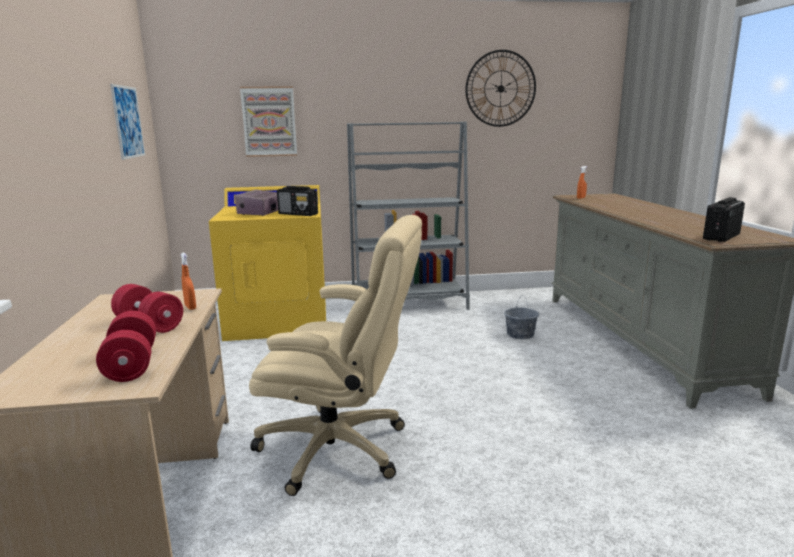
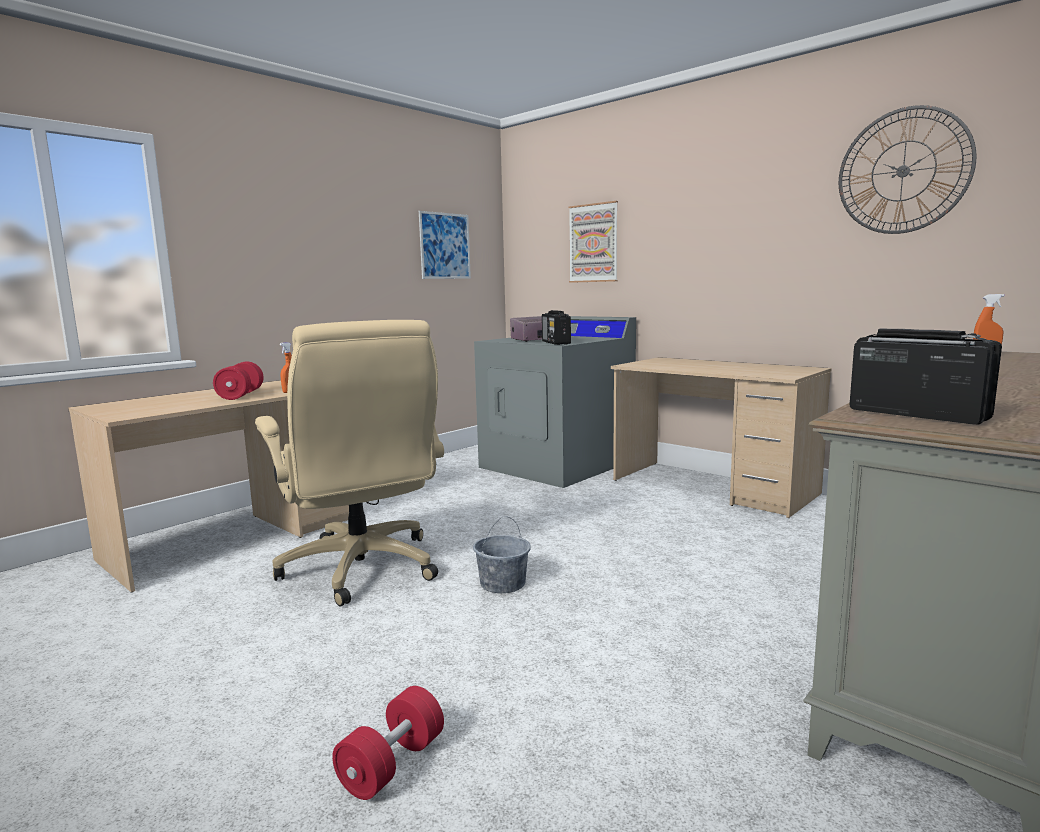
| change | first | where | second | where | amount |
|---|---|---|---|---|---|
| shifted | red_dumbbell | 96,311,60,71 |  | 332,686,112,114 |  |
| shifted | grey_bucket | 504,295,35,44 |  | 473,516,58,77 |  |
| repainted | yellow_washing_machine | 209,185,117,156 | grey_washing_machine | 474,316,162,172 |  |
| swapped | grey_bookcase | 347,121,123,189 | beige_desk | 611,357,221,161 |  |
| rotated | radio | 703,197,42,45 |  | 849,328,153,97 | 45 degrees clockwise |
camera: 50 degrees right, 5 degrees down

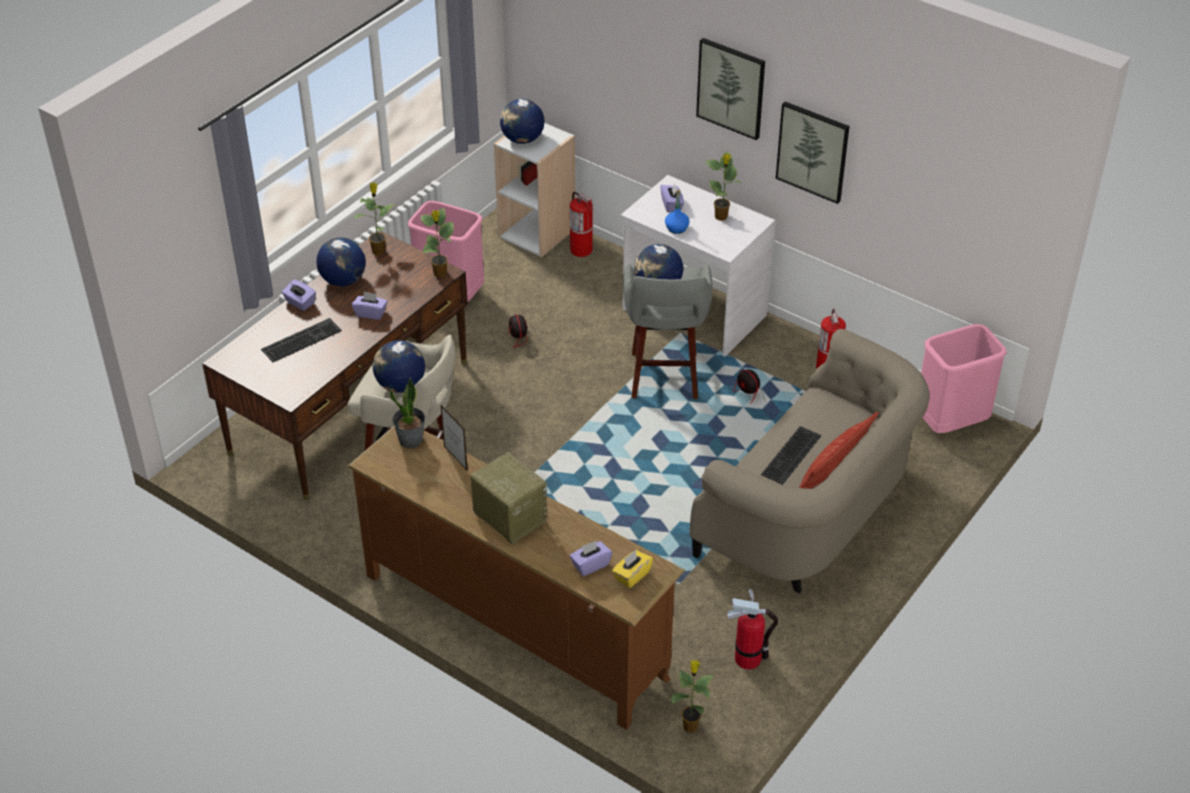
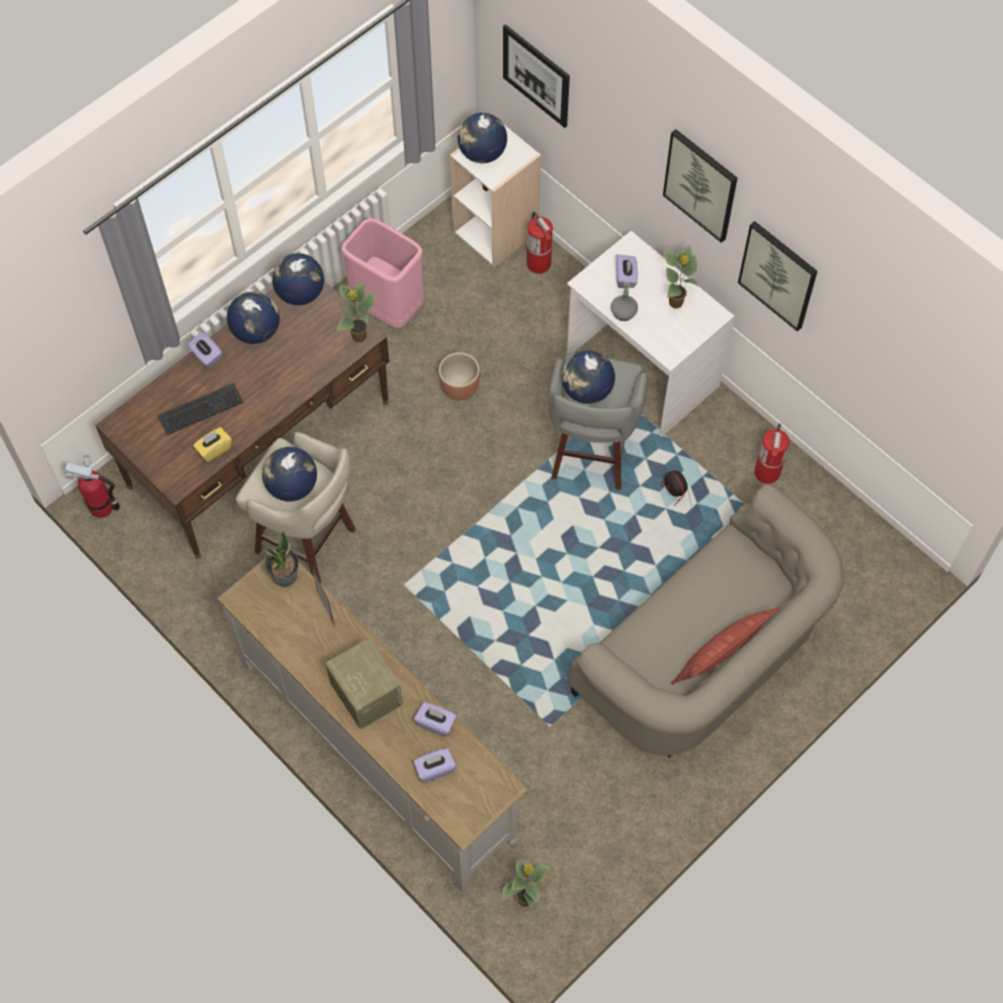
| change | first | where | second | where | amount |
|---|---|---|---|---|---|
| shifted | fire_extinguisher | 728,589,50,80 |  | 65,455,55,63 |  |
| shifted | yellow_tissue_box | 612,550,41,38 |  | 193,427,39,35 |  |
| repainted | brown_cabinet | 348,426,337,304 | grey_cabinet | 217,558,311,334 |  |
| swapped | potted_plant | 354,182,42,73 | globe | 272,253,52,52 |  |
| shifted | purple_tissue_box | 352,292,35,28 |  | 414,702,43,35 |  |
| swapped | fan | 508,314,70,46 | brown_planter | 439,352,41,48 |  |
| new |  |  | picture | 503,24,67,104 |  |
| repainted | blue_bottle | 665,190,25,44 | grey_bottle | 611,282,27,39 |  |
| gone | keyboard | 761,426,60,59 |  |  |  |
| gone | pink_trash_can | 921,324,86,109 |  |  |  |
camera: 10 degrees right, 20 degrees up

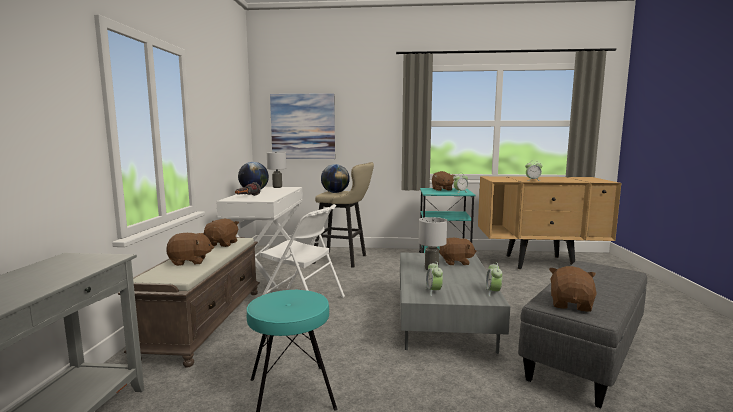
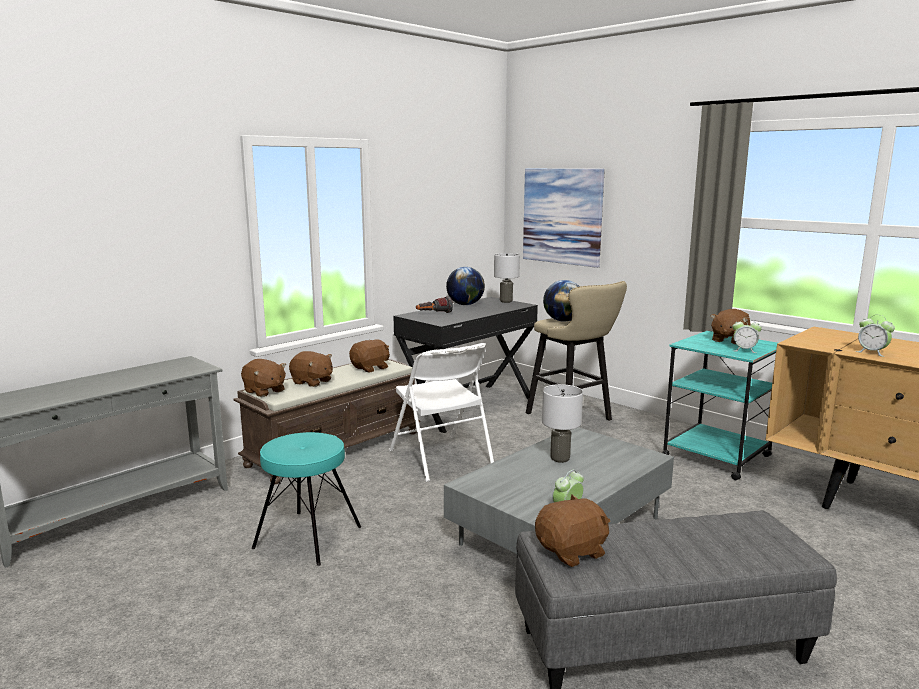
| change | first | where | second | where | amount |
|---|---|---|---|---|---|
| shifted | brown_plush_toy | 439,238,38,27 |  | 241,359,45,38 |  |
| repainted | white_desk | 216,187,87,101 | black_desk | 393,297,145,136 |  |
| gone | alarm_clock | 425,261,18,35 |  |  |  |
camera: 40 degrees right, 5 degrees up

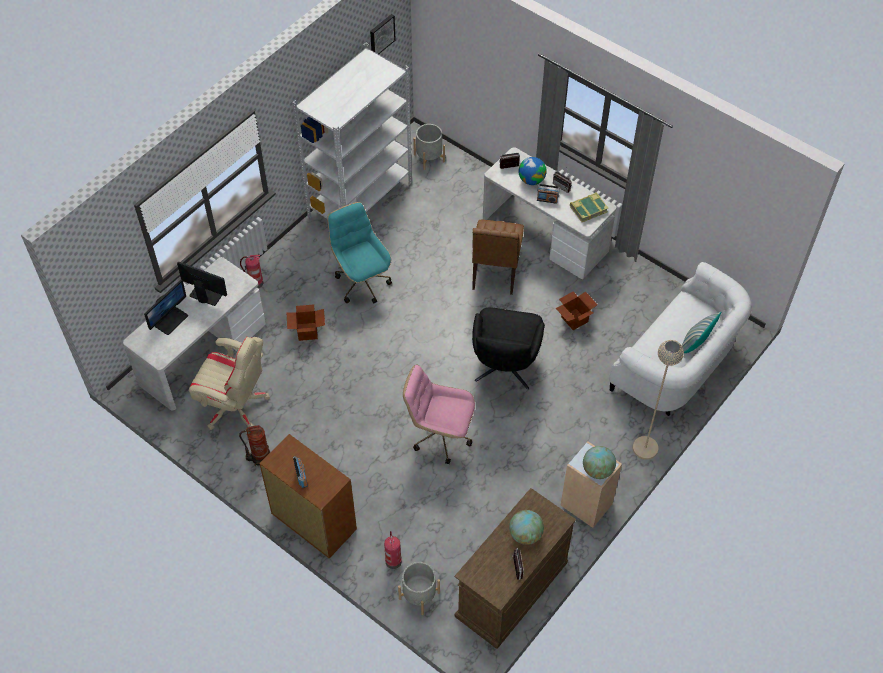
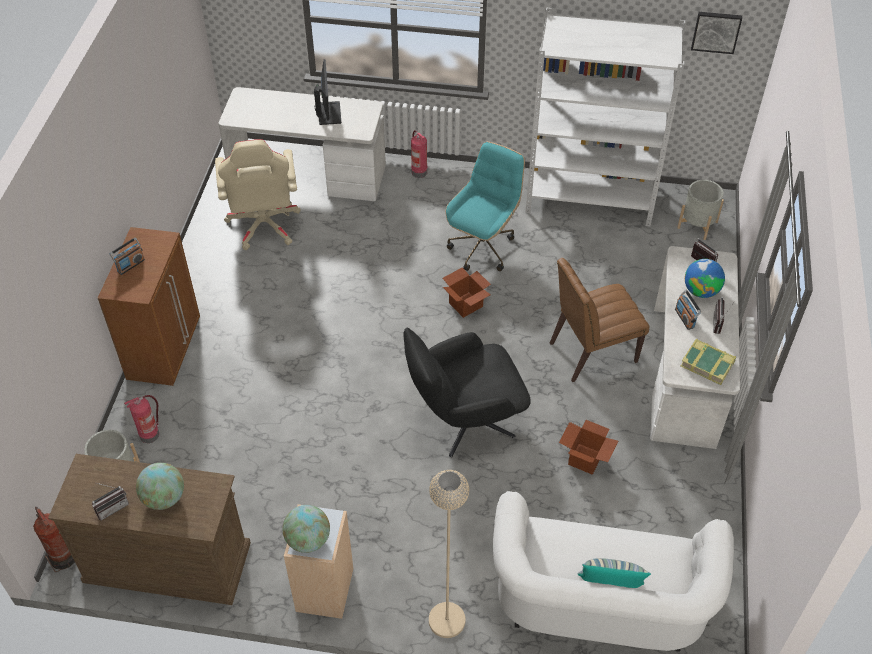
| change | first | where | second | where | amount |
|---|---|---|---|---|---|
| shifted | fire_extinguisher | 239,425,31,41 |  | 33,507,42,65 |  |
| shifted | cardboard_box | 287,304,38,37 |  | 443,267,48,51 |  |
| gone | monitor | 144,279,44,56 |  |  |  |
| gone | pink_office_chair | 403,364,72,100 |  |  |  |
camera: 60 degrees right, 5 degrees down

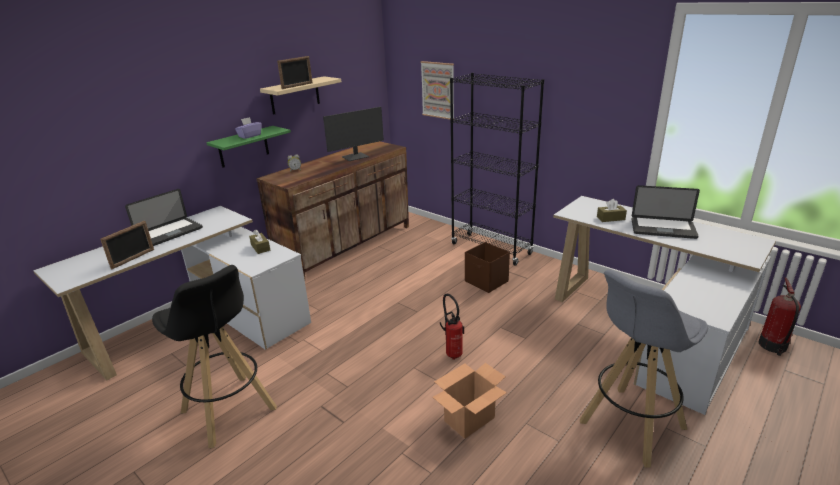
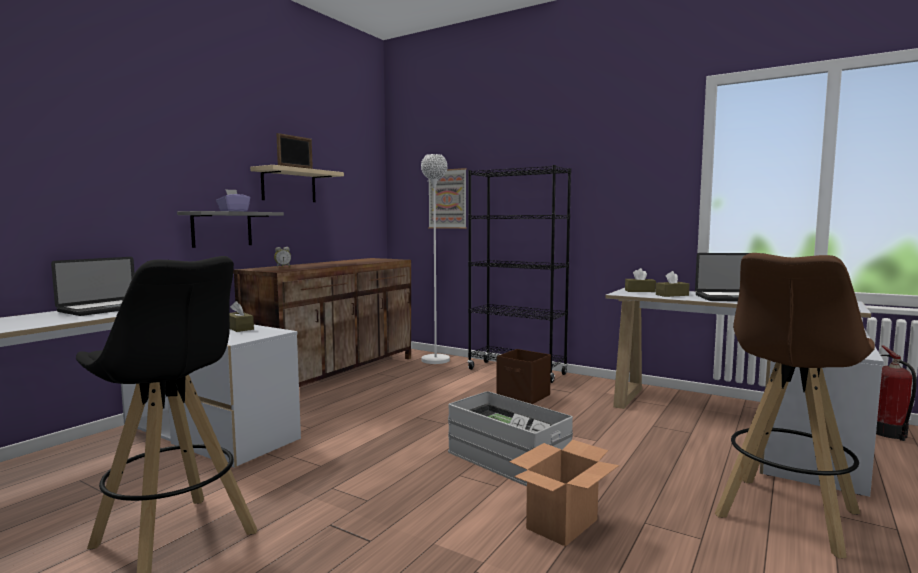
| change | first | where | second | where | amount |
|---|---|---|---|---|---|
| repainted | green_shelf | 206,126,85,42 | grey_shelf | 177,211,107,37 |  |
| new |  |  | white_floor_lamp | 421,154,29,210 |  |
| swapped | fire_extinguisher | 440,294,24,66 | grey_storage_box | 448,391,125,96 |  |
| new |  |  | brown_tissue_box | 625,268,31,24 |  |
| repainted | grey_stool | 580,270,128,198 | brown_stool | 715,253,160,306 |  |
| gone | picture_frame | 100,221,54,48 |  |  |  |
| gone | monitor | 323,107,61,54 |  |  |  |
camera: 10 degrees left, 20 degrees down

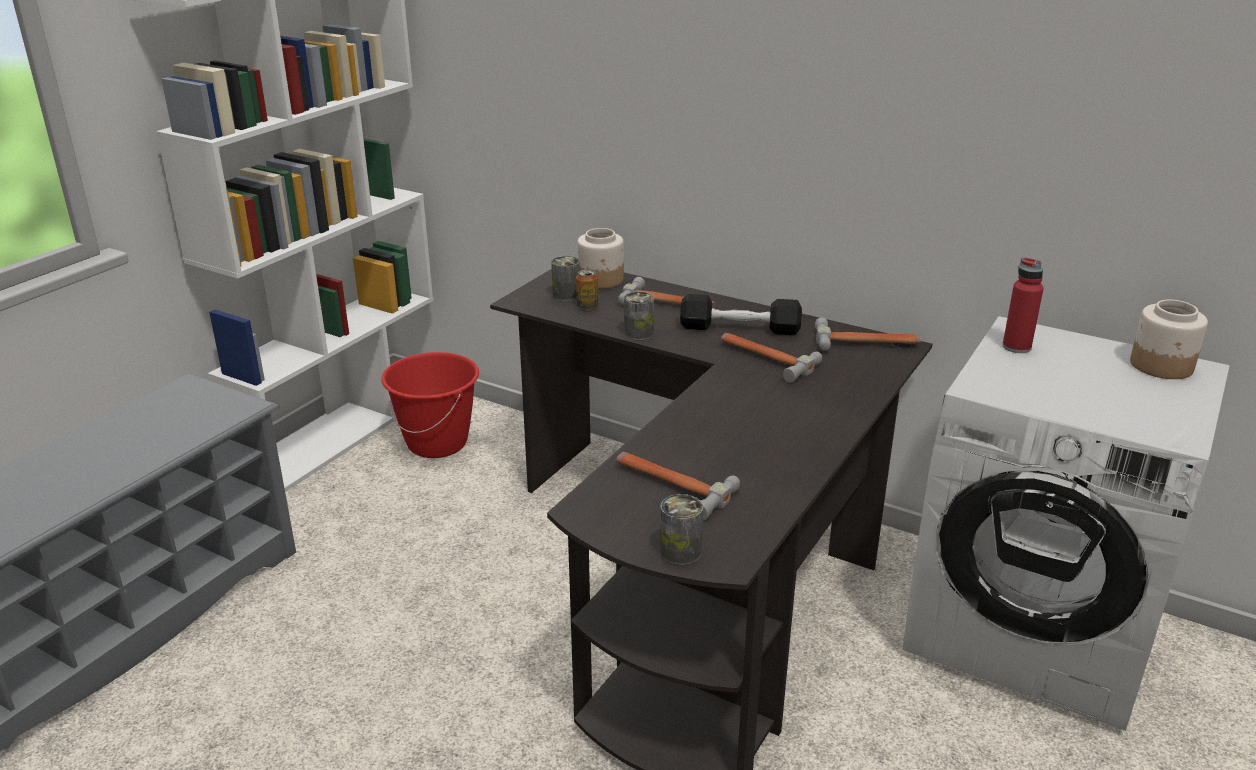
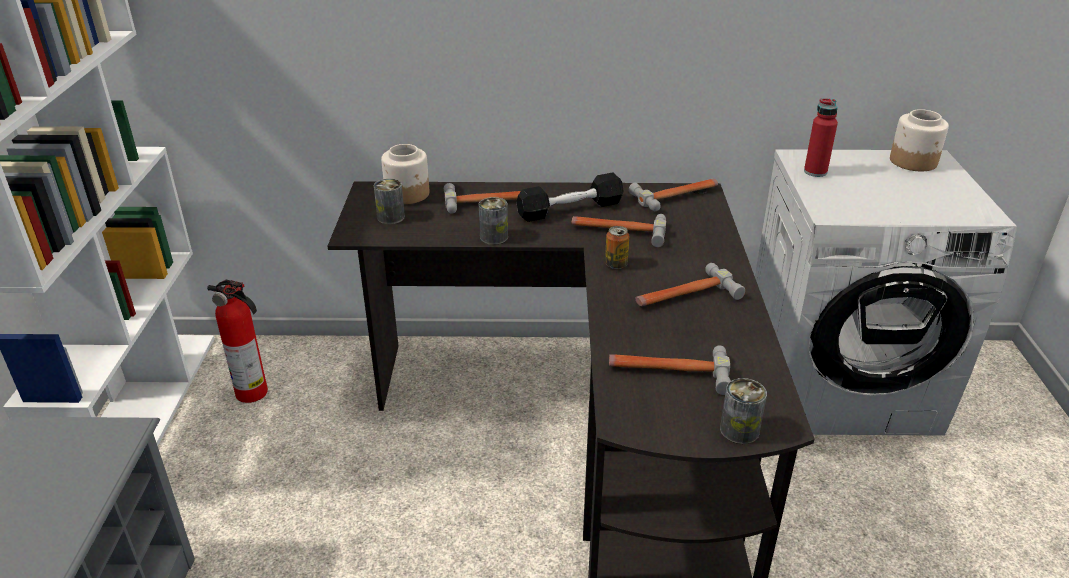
| change | first | where | second | where | amount |
|---|---|---|---|---|---|
| swapped | red_bucket | 381,352,98,106 | fire_extinguisher | 207,280,61,123 |  |
| shifted | can | 576,269,22,41 |  | 605,226,24,43 |  |
| new |  |  | hammer | 635,263,110,43 |  |
camera: 30 degrees left, 5 degrees up

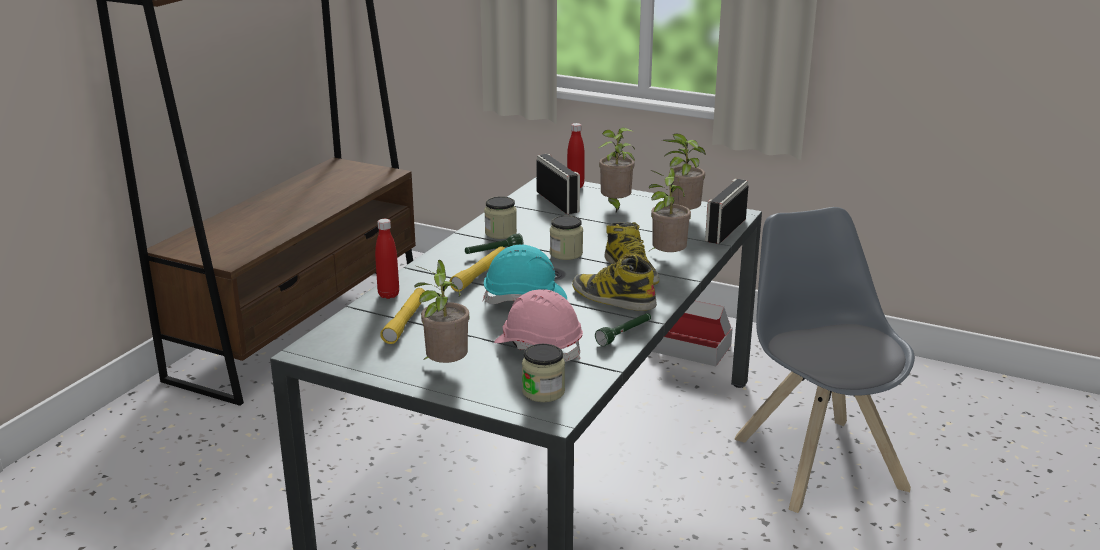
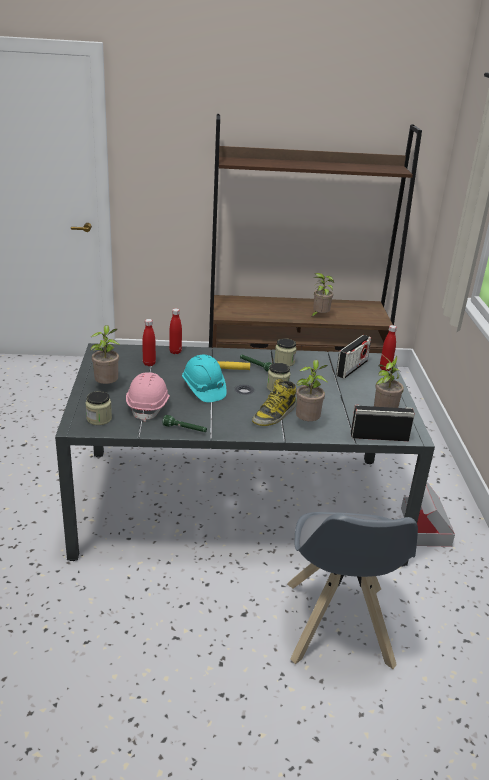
| change | first | where | second | where | amount |
|---|---|---|---|---|---|
| swapped | yellow_flashlight | 380,288,45,56 | red_bottle | 142,319,14,47 |  |
| rotated | grey_chair | 734,207,181,306 |  | 287,512,131,157 | 135 degrees clockwise |
| shifted | potted_plant | 599,127,36,85 |  | 310,273,24,45 |  |
| gone | boot | 572,254,85,57 |  |  |  |
camera: 60 degrees right, 5 degrees up

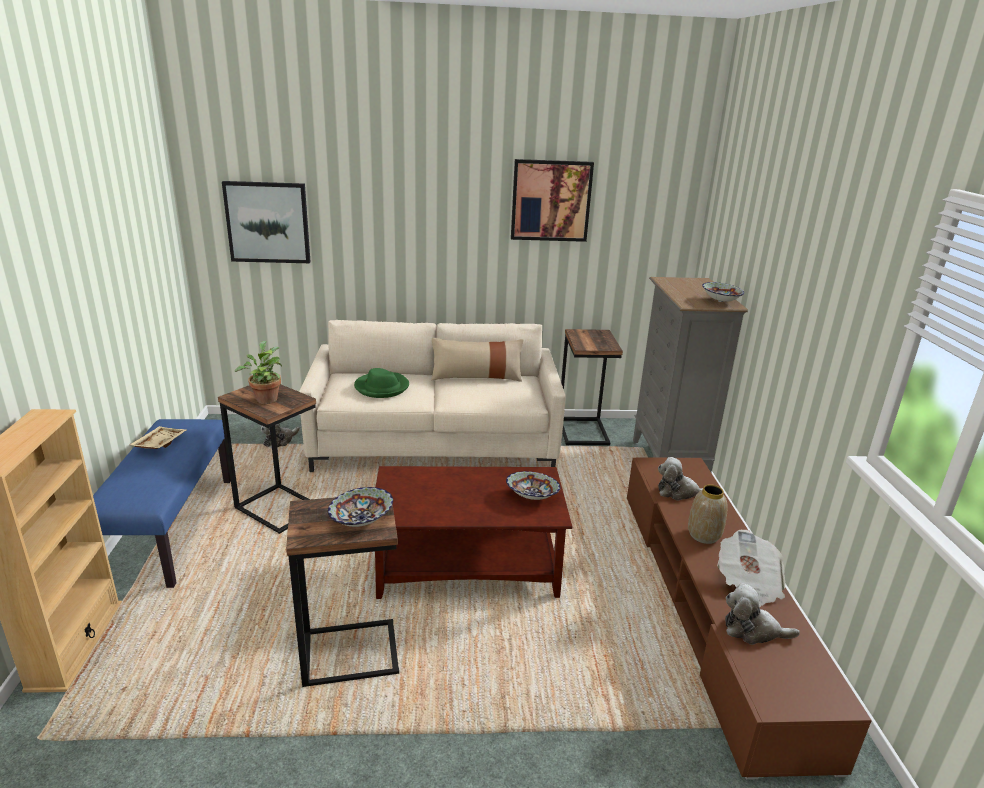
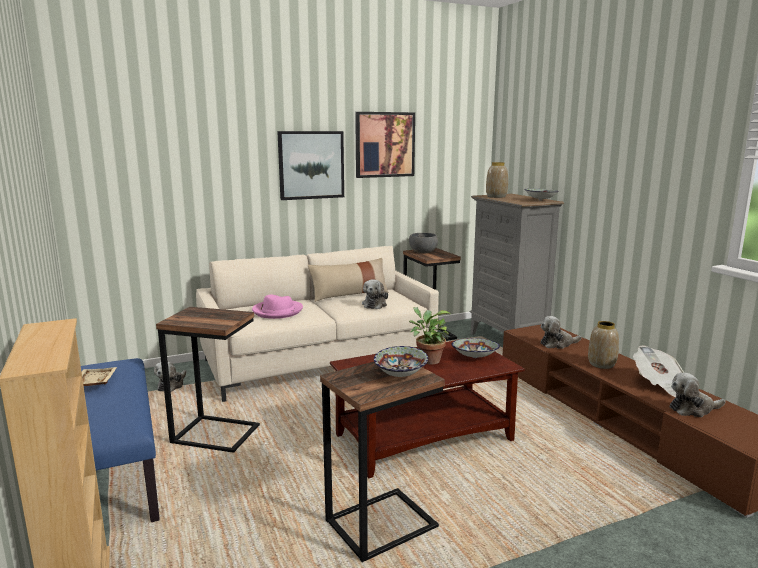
| change | first | where | second | where | amount |
|---|---|---|---|---|---|
| repainted | green_hat | 354,368,55,30 | pink_hat | 252,295,51,24 |  |
| shifted | picture | 222,181,89,82 |  | 277,131,67,69 |  |
| new |  |  | plush_toy | 362,279,26,30 |  |
| new |  |  | grey_bowl | 409,233,29,20 |  |
| shifted | potted_plant | 235,341,47,63 |  | 409,307,41,58 |  |
| new |  |  | vase | 486,162,22,36 |  |
camera: 20 degrees left, 10 degrees down

